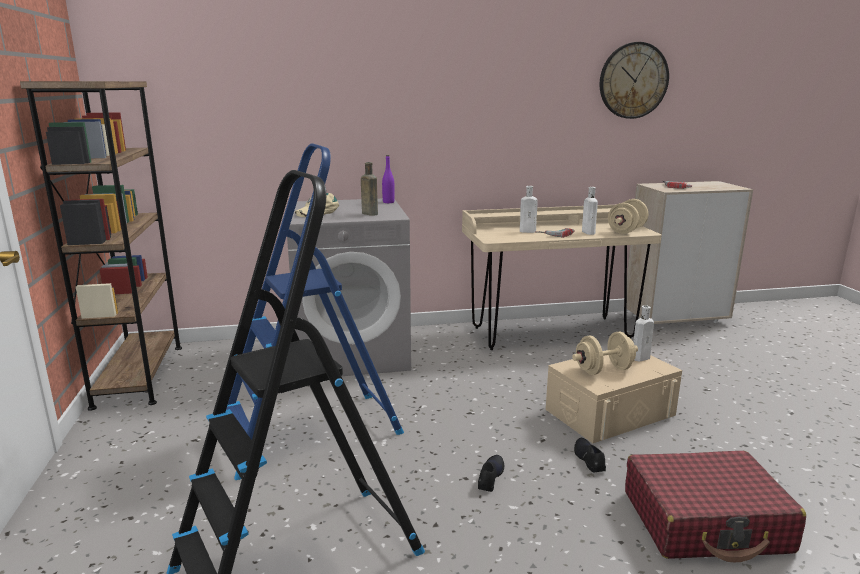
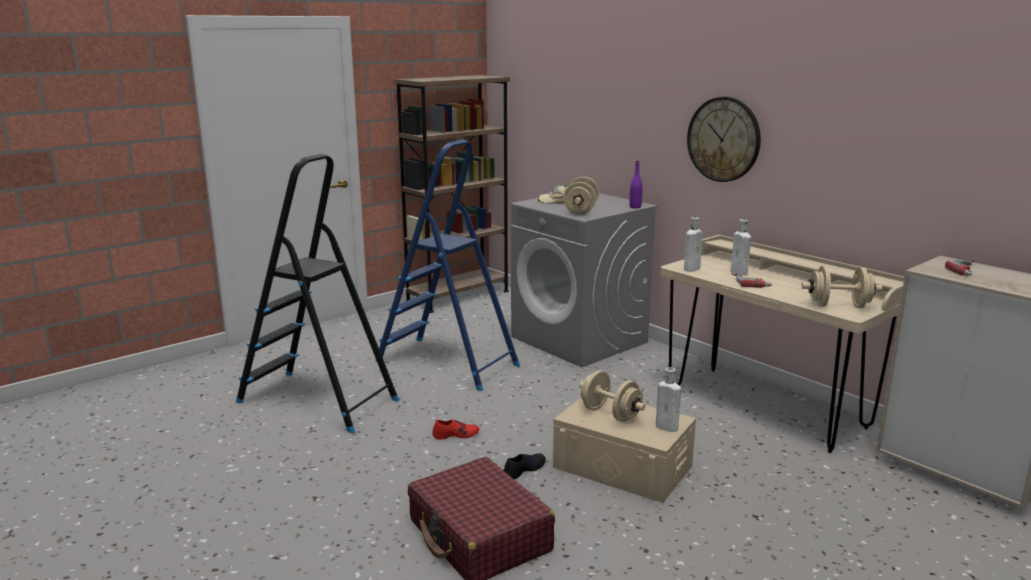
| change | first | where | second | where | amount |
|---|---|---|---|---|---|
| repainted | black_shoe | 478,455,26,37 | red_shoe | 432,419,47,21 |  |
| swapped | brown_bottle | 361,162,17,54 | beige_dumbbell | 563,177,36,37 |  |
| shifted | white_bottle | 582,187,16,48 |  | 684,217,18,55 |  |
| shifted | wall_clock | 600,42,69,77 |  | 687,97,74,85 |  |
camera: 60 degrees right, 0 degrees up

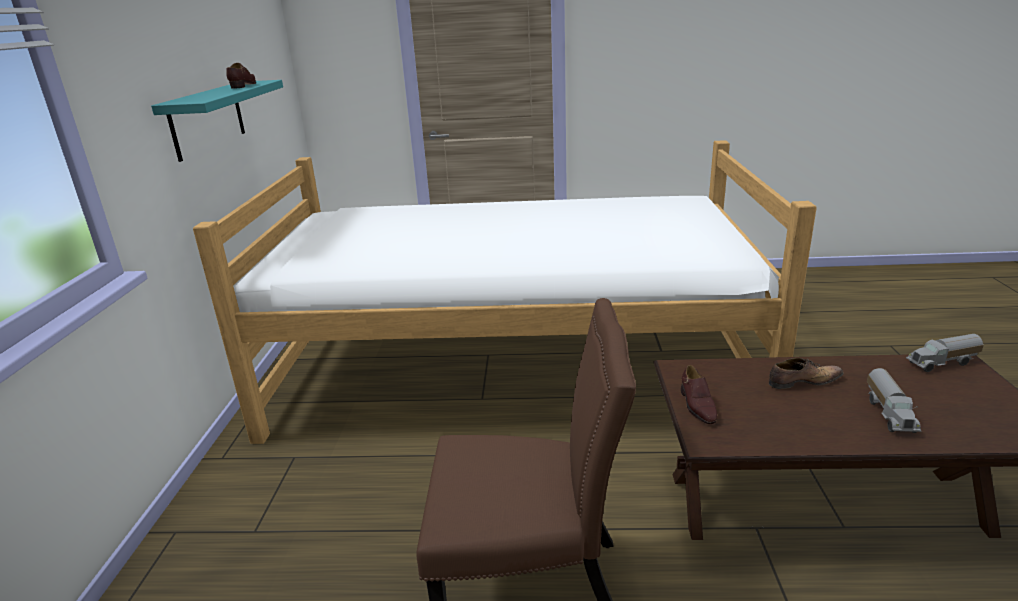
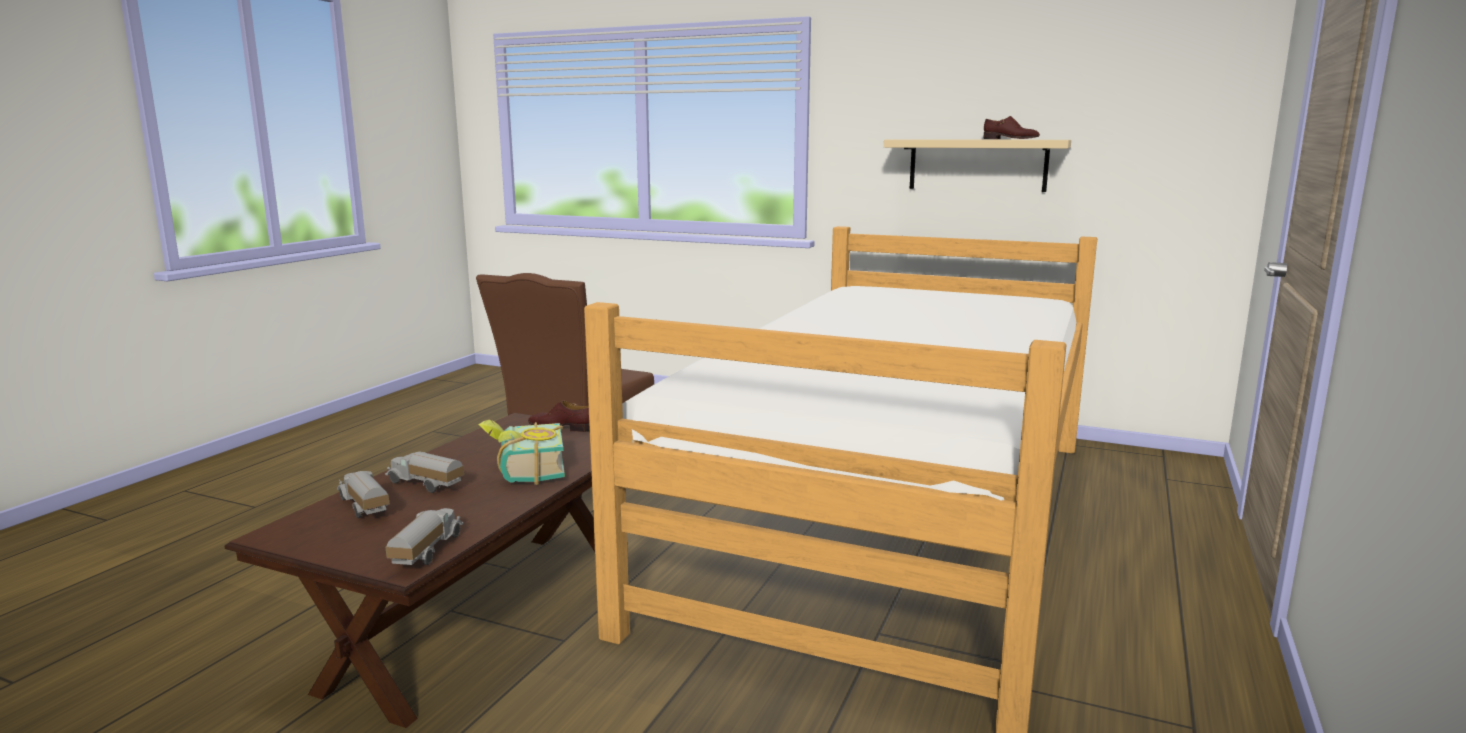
| change | first | where | second | where | amount |
|---|---|---|---|---|---|
| new |  |  | toy_truck | 337,471,52,47 |  |
| swapped | shoe | 769,358,75,31 | book | 479,420,86,65 |  |
| repainted | turquoise_shelf | 151,80,132,82 | beige_shelf | 884,139,187,53 |  |
camera: 110 degrees right, 10 degrees down

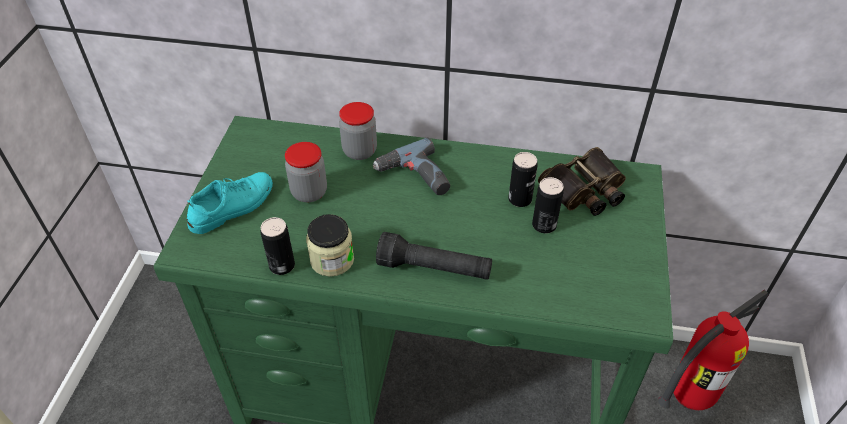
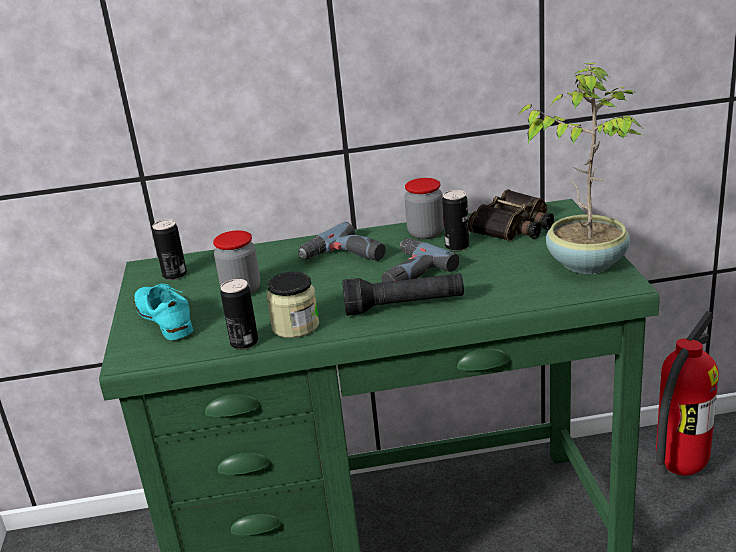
| change | first | where | second | where | amount |
|---|---|---|---|---|---|
| rotated | turquoise_shoe | 187,172,86,62 |  | 133,284,60,56 | 60 degrees counterclockwise |
| shifted | can | 532,177,32,56 |  | 152,219,35,61 |  |
| new |  |  | power_drill | 381,238,79,44 |  |
| shifted | jar | 339,102,38,58 |  | 405,178,39,61 |  |
| new |  |  | potted_plant | 517,63,125,211 |  |
camera: 15 degrees left, 20 degrees down

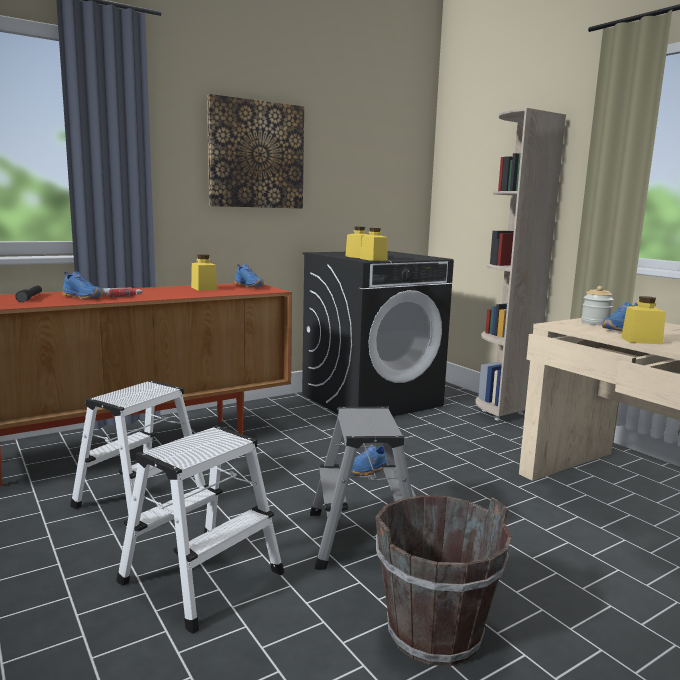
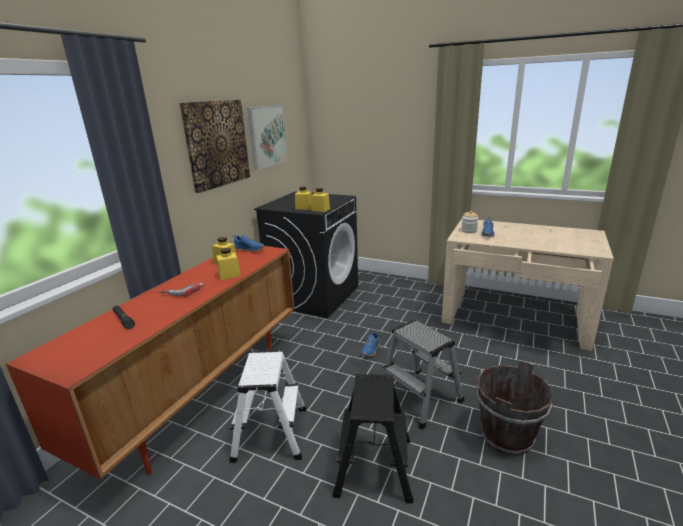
| change | first | where | second | where | amount |
|---|---|---|---|---|---|
| shifted | yellow_jar | 621,296,45,48 |  | 216,248,25,32 |  |
| new |  |  | picture | 247,105,41,65 |  |
| repainted | white_step_ladder | 116,425,168,209 | black_step_ladder | 332,374,82,130 |  |
| gone | blue_shoe | 62,272,41,27 |  |  |  |
| gone | beige_bookcase | 475,108,91,312 |  |  |  |
camera: 30 degrees left, 10 degrees up

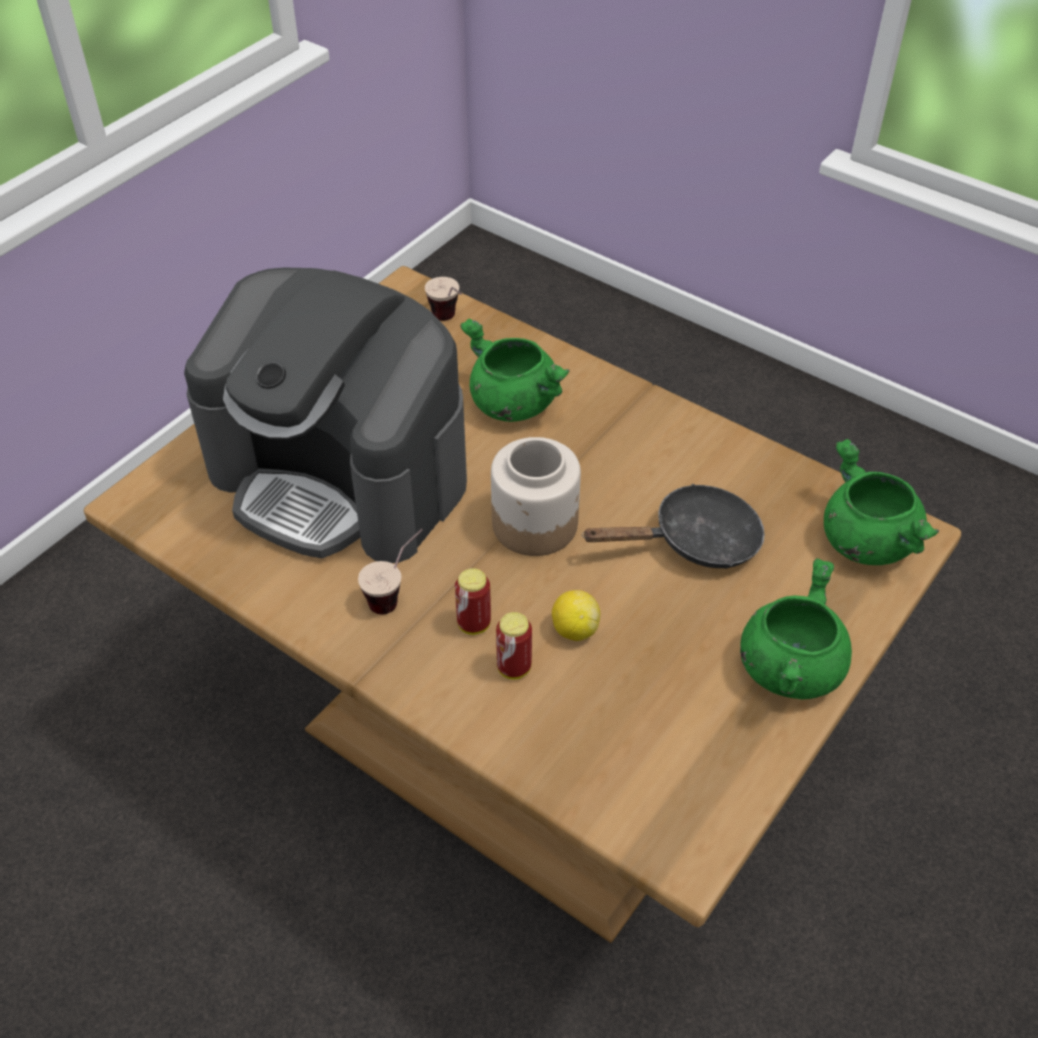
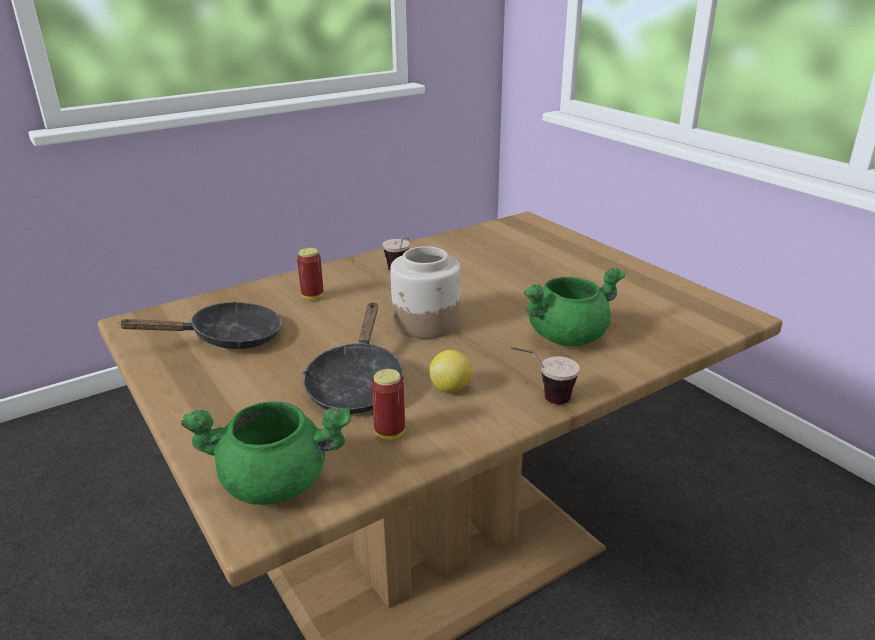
| change | first | where | second | where | amount |
|---|---|---|---|---|---|
| new |  |  | black_frying_pan | 118,302,163,47 |  |
| shifted | can | 455,568,36,67 |  | 371,369,34,71 |  |
| shifted | lemon | 552,590,48,51 |  | 429,350,43,43 |  |
| shifted | cup | 425,277,37,44 |  | 511,347,69,57 |  |
| gone | coffee_machine | 184,268,283,295 |  |  |  |
| gone | green_cooking_pot | 740,558,112,141 |  |  |  |
camera: 110 degrees right, 20 degrees down

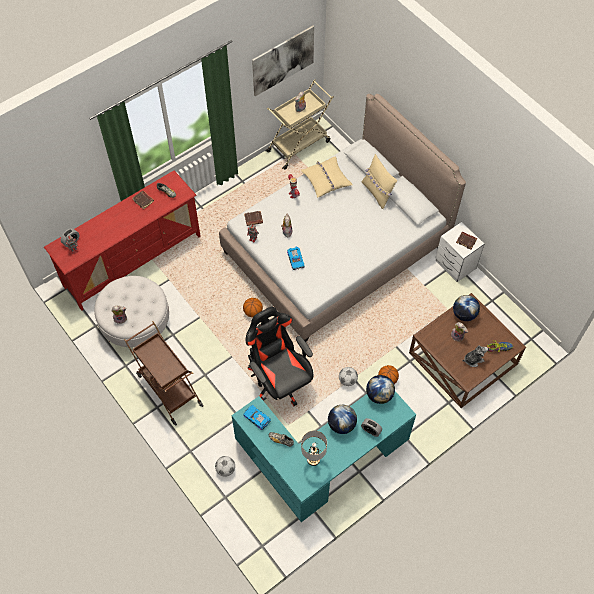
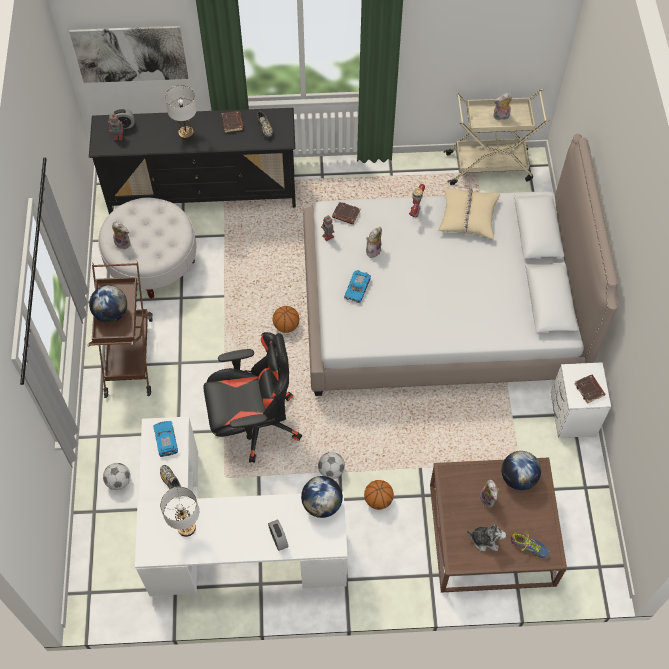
| change | first | where | second | where | amount |
|---|---|---|---|---|---|
| shifted | picture | 252,26,62,70 |  | 69,26,119,57 |  |
| repainted | red_dresser | 44,170,157,141 | black_dresser | 89,108,207,106 |  |
| shifted | globe | 328,405,29,29 |  | 89,285,38,38 |  |
| repainted | turquoise_desk | 232,391,184,131 | white_desk | 135,416,212,180 |  |
| new |  |  | table_lamp | 165,85,32,55 |  |
| rotated | black_office_chair | 246,307,67,99 |  | 203,332,99,131 | 75 degrees clockwise |
| gone | beige_pillow | 361,154,36,55 |  |  |  |
camera: 35 degrees right, 0 degrees up

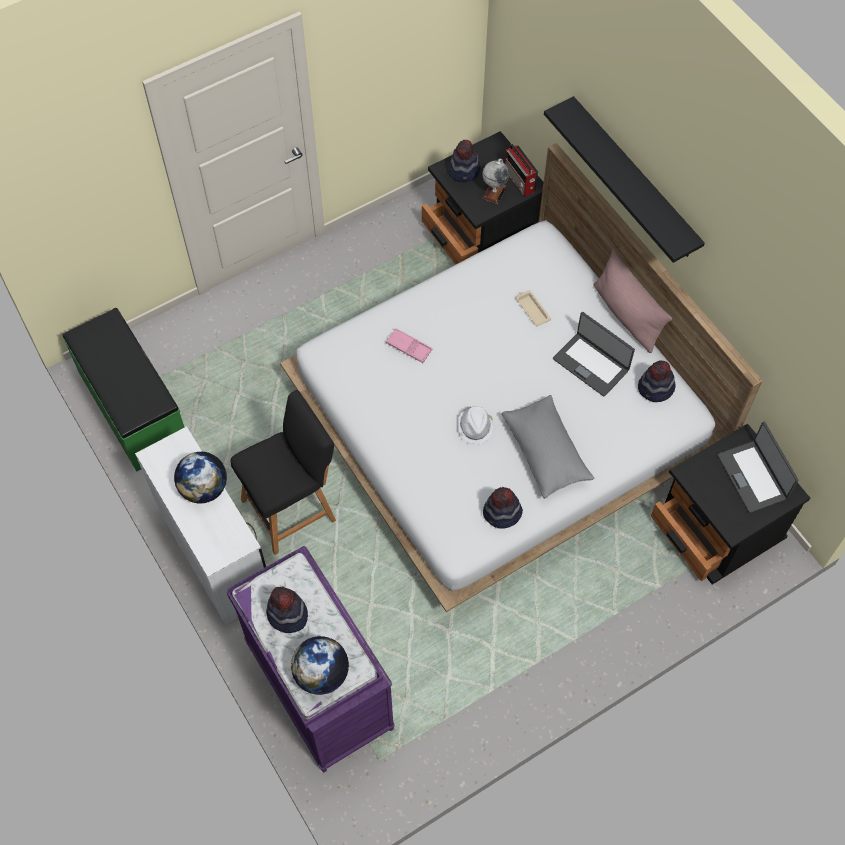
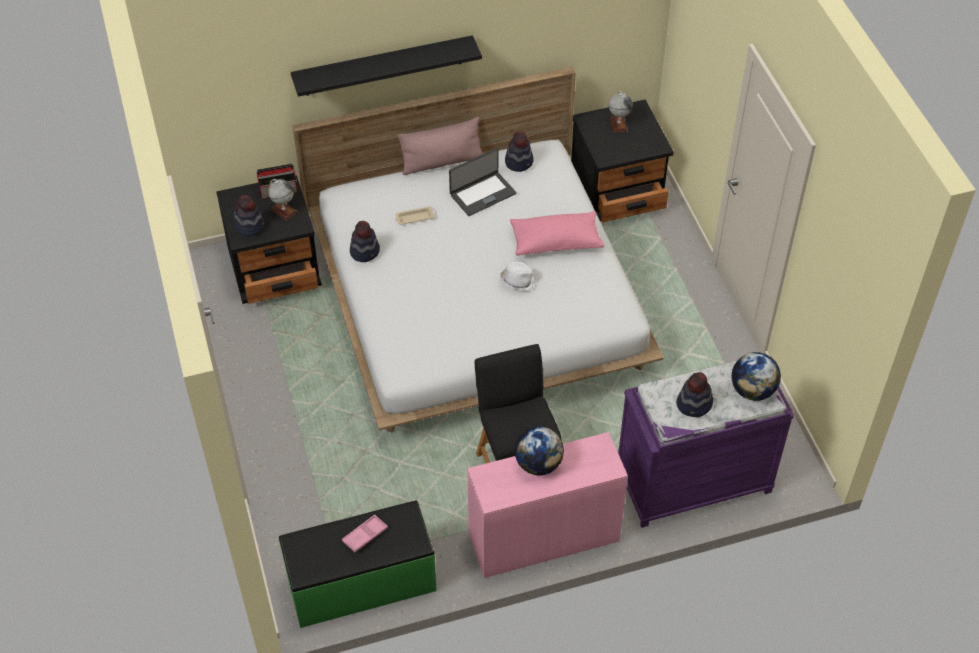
| change | first | where | second | where | amount |
|---|---|---|---|---|---|
| shifted | pink_tray | 386,328,46,35 |  | 342,515,46,37 |  |
| shifted | hat | 483,487,40,42 |  | 350,221,30,41 |  |
| repainted | white_desk | 135,426,131,199 | pink_desk | 467,432,161,146 |  |
| repainted | grey_pillow | 502,395,92,104 | pink_pillow | 510,211,94,45 |  |
| swapped | laptop | 718,422,80,91 | globe | 609,91,24,42 |  |
camera: 75 degrees left, 10 degrees down

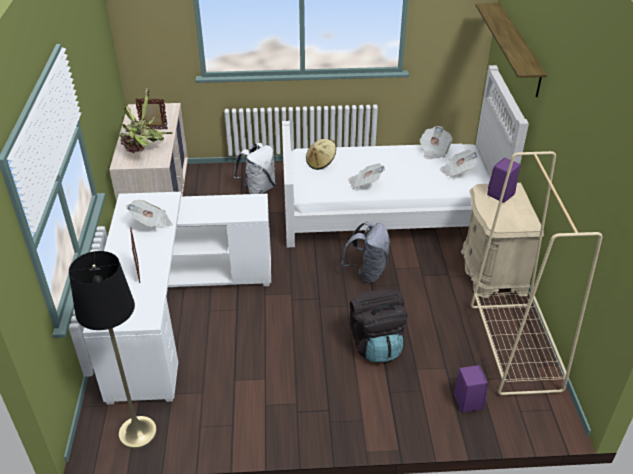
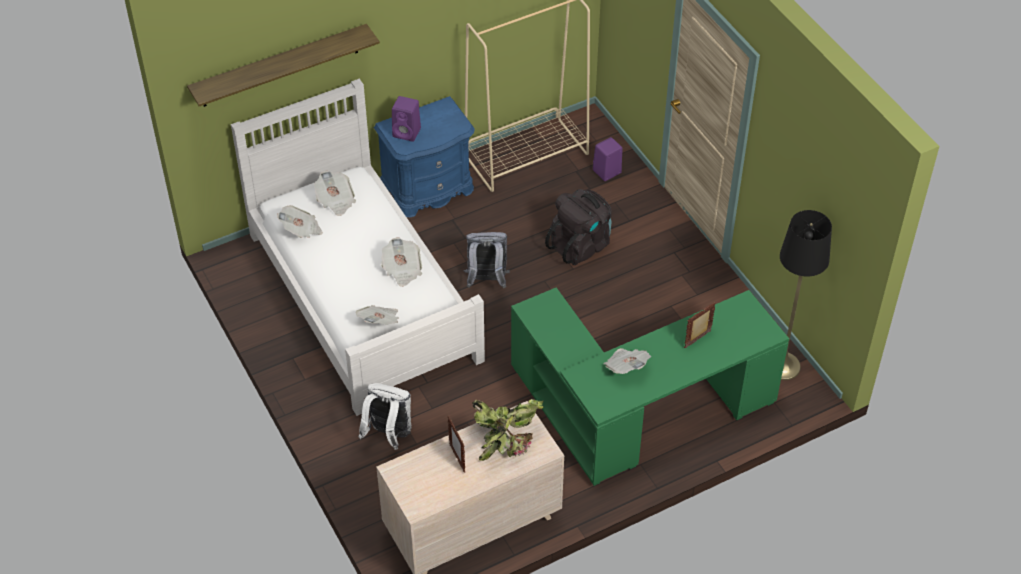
| change | first | where | second | where | amount |
|---|---|---|---|---|---|
| swapped | beige_hat | 306,139,30,31 | newspaper | 356,305,43,20 |  |
| repainted | beige_nightstand | 461,183,83,115 | blue_nightstand | 374,96,101,121 |  |
| repainted | white_desk | 83,192,188,213 | green_desk | 511,287,278,199 |  |
camera: 115 degrees left, 10 degrees up

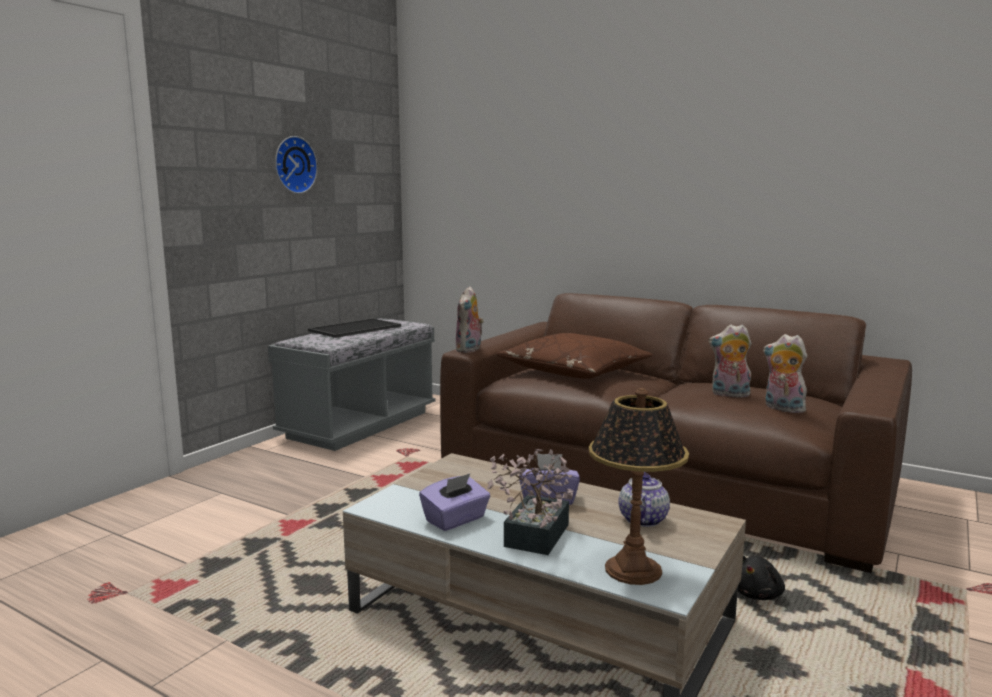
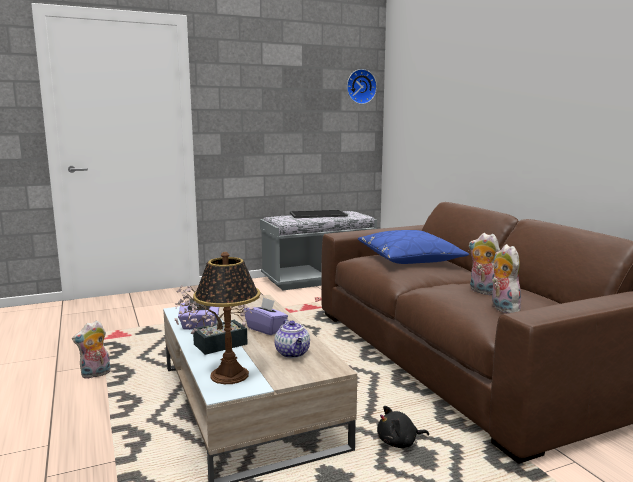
| change | first | where | second | where | amount |
|---|---|---|---|---|---|
| shifted | plush_toy | 455,286,29,67 |  | 72,321,39,58 |  |
| rotated | teapot | 618,472,52,55 |  | 274,319,36,39 | 120 degrees clockwise |
| shifted | wall_clock | 275,136,43,58 |  | 347,69,30,35 |  |
| repainted | brown_pillow | 497,333,156,46 | blue_pillow | 358,230,111,34 |  |
camera: 35 degrees right, 0 degrees up

